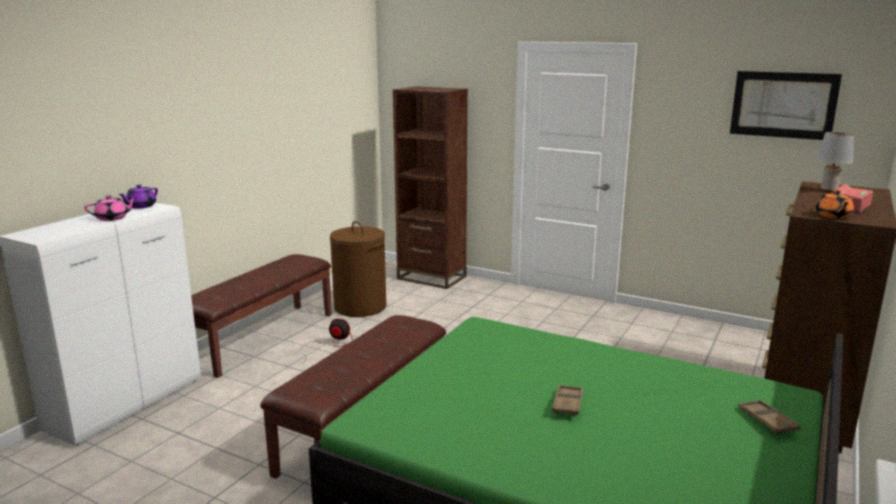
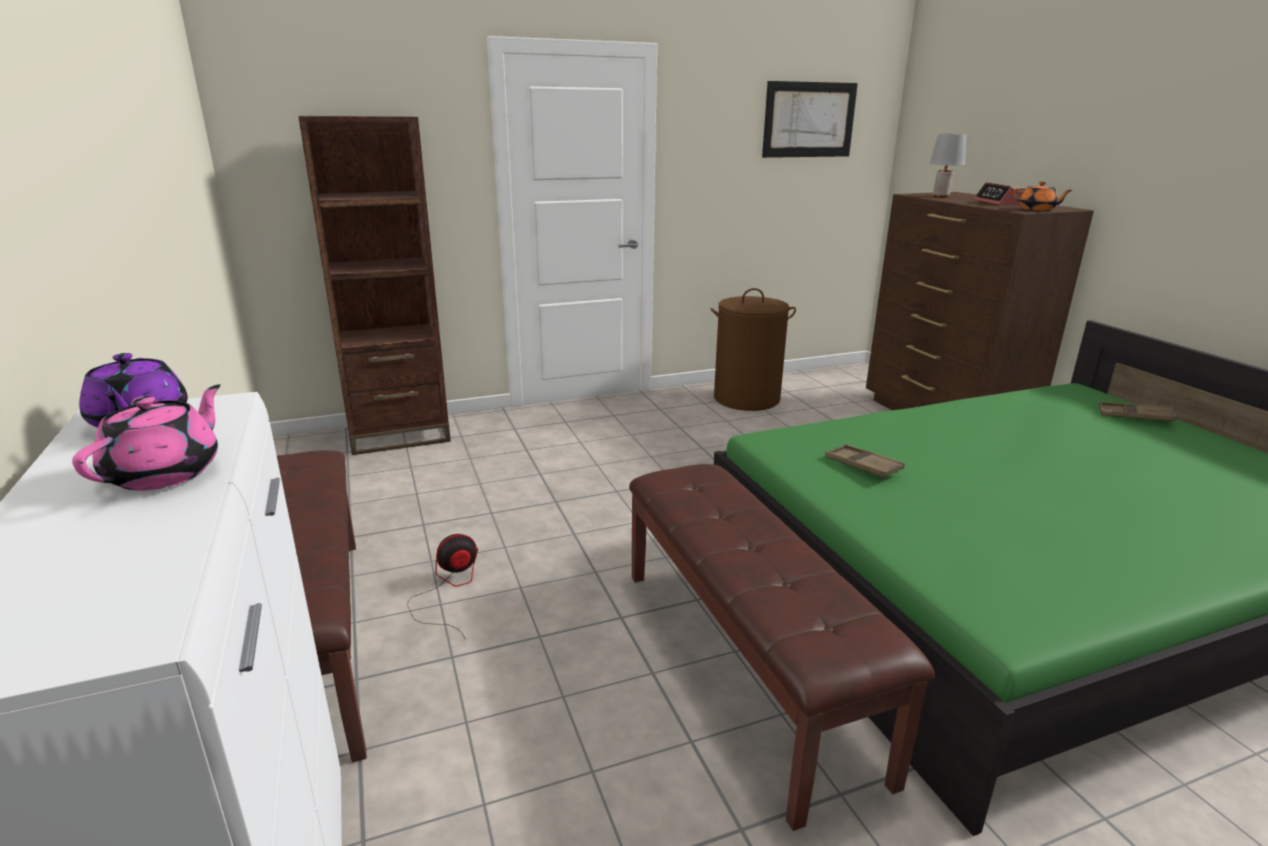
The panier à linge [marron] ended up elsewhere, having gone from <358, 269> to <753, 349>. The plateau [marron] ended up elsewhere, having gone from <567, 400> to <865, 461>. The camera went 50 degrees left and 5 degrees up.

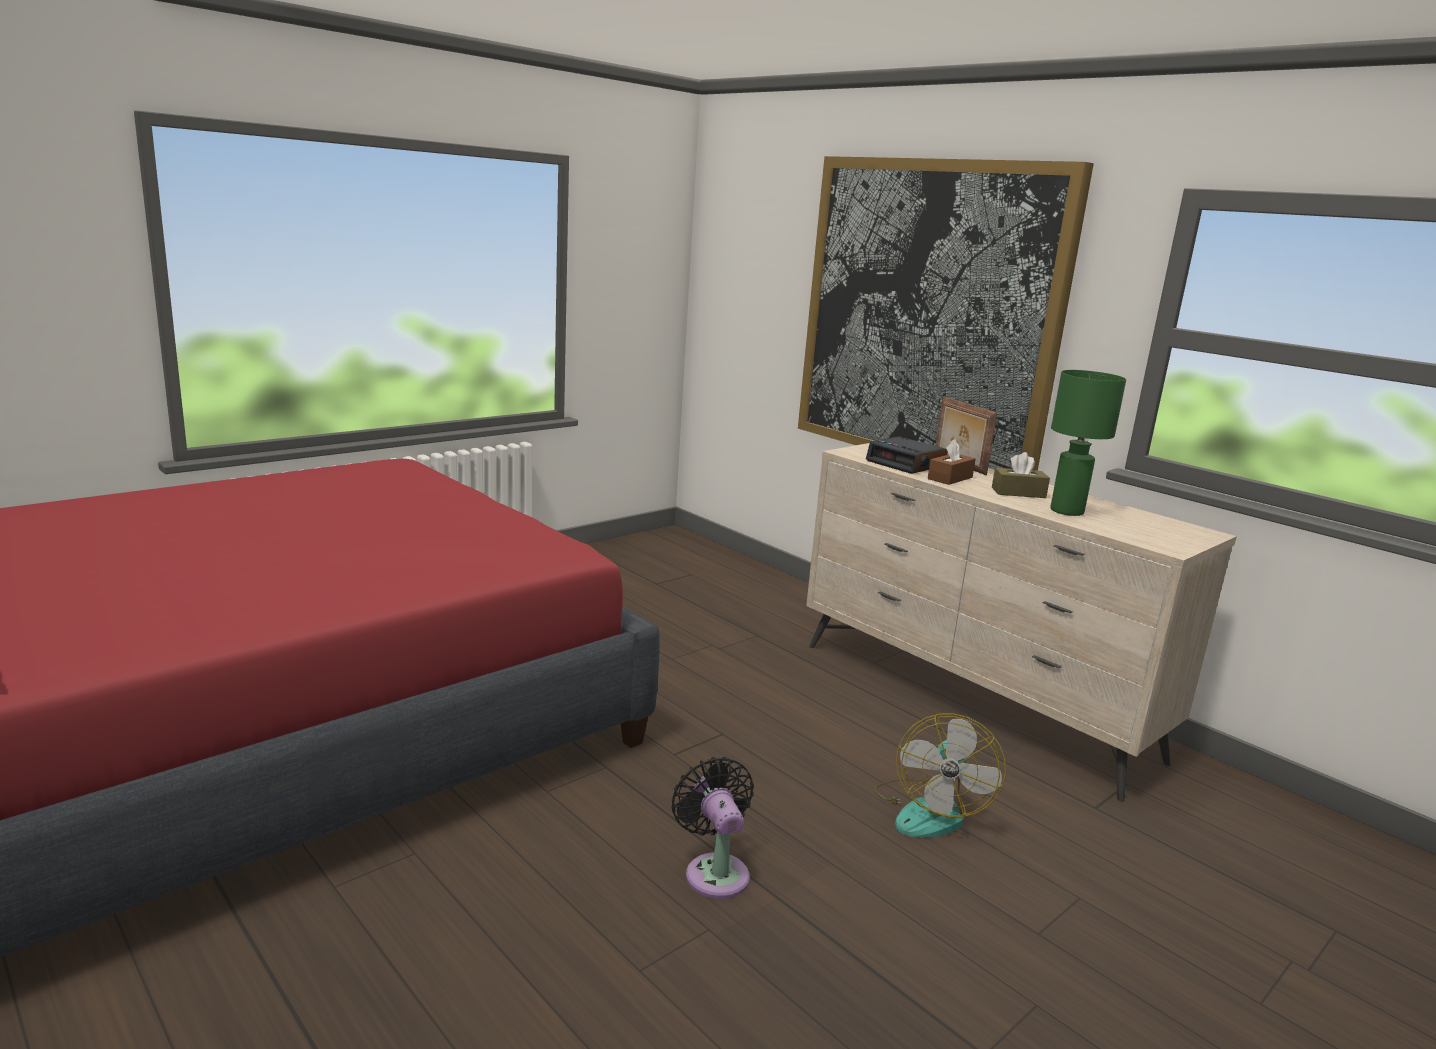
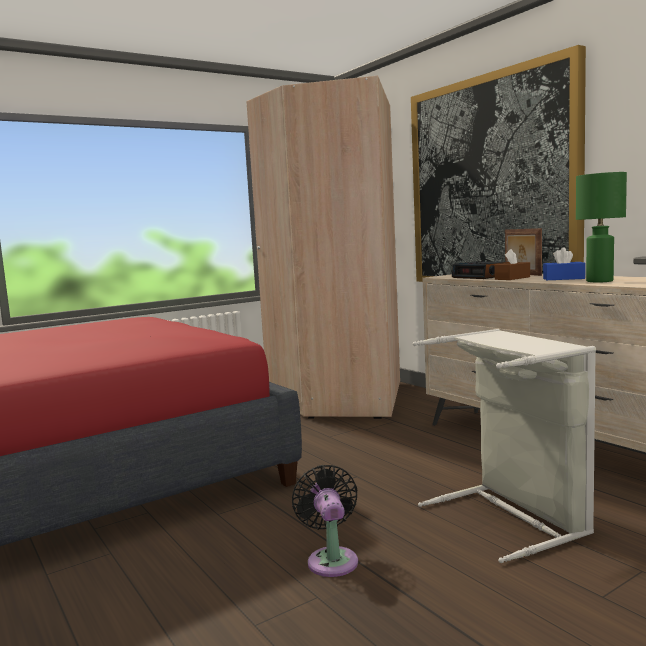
The second view gained the armoire [beige] at <323, 247>. Where the ventilateur stood at <940, 775>, the panier à linge [gris] came to stand at <504, 446>. What was the boîte à mouchoirs [marron] at <1021, 475> turned into the boîte à mouchoirs [bleu] at <564, 263>. The camera went 10 degrees right and 10 degrees down.

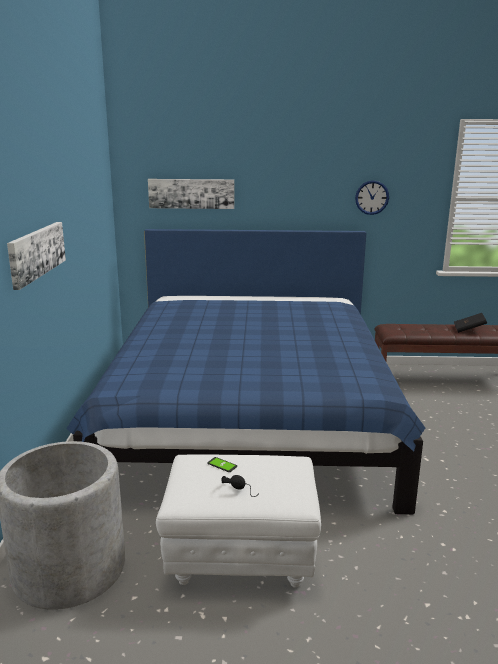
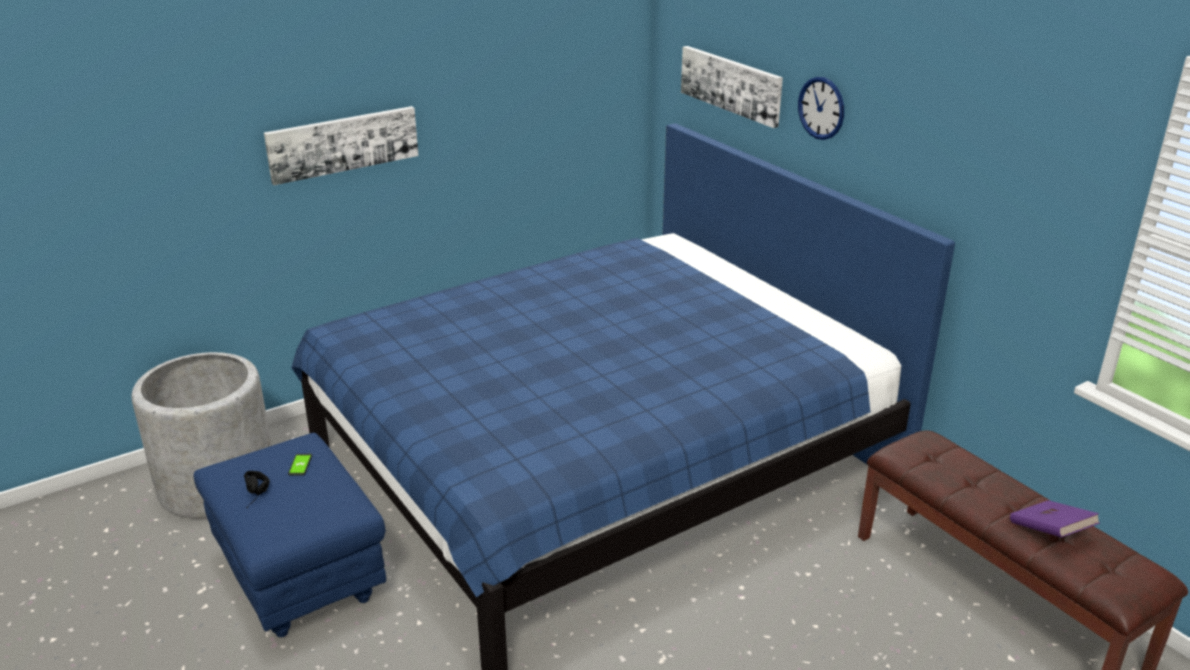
What was the pouf [blanc] at <238, 521> turned into the pouf [bleu] at <290, 535>. The horloge murale ended up elsewhere, having gone from <372, 197> to <821, 108>. What was the livre [noir] at <470, 323> turned into the livre [violet] at <1055, 518>. The camera went 55 degrees right and 10 degrees up.

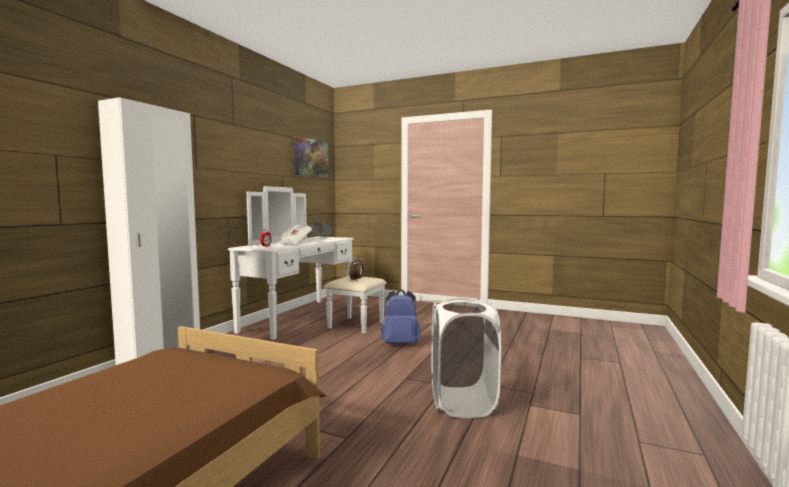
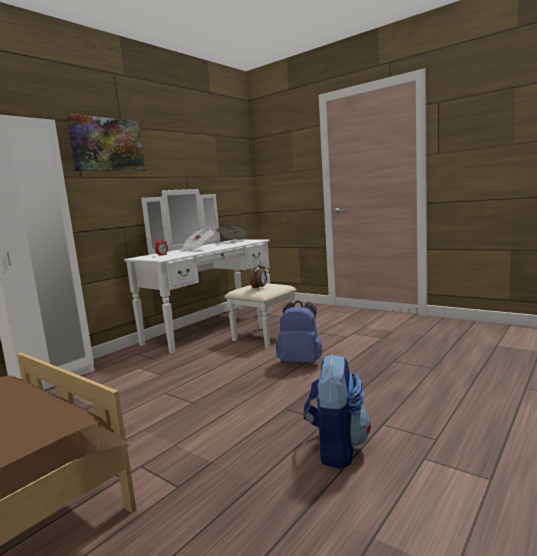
The tableau ended up elsewhere, having gone from <311, 157> to <105, 142>. Where the panier à linge [blanc] stood at <466, 358>, the sac à dos came to stand at <337, 411>. The camera went 15 degrees right and 5 degrees up.

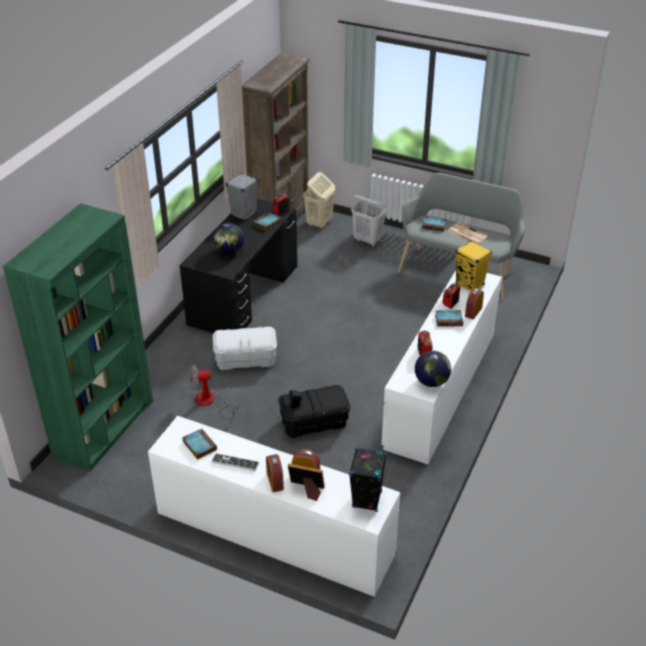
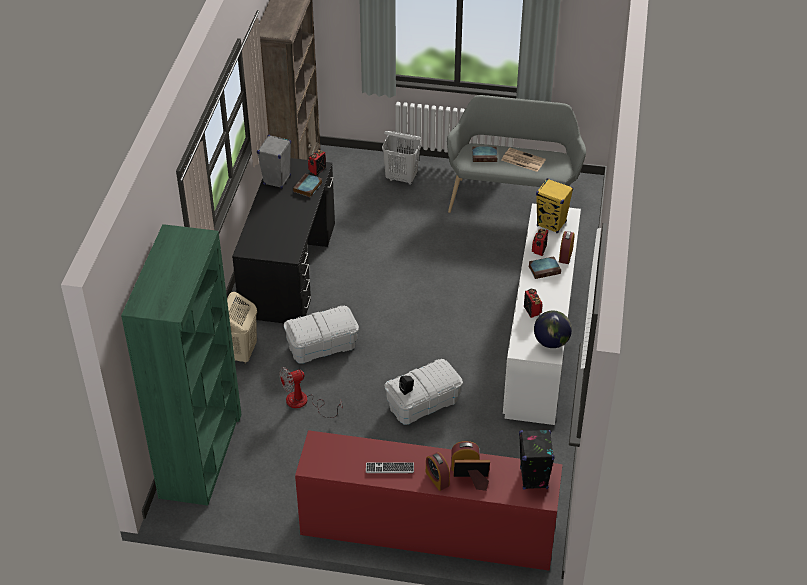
The panier à linge [beige] ended up elsewhere, having gone from <319, 201> to <242, 328>. What was the commode [blanc] at <274, 506> turned into the commode [rouge] at <429, 500>. What was the boîte de rangement [noir] at <314, 411> turned into the boîte de rangement [blanc] at <423, 392>. The second view lost the livre at <199, 444>. The second view lost the globe at <228, 238>. The camera went 15 degrees left and 5 degrees up.

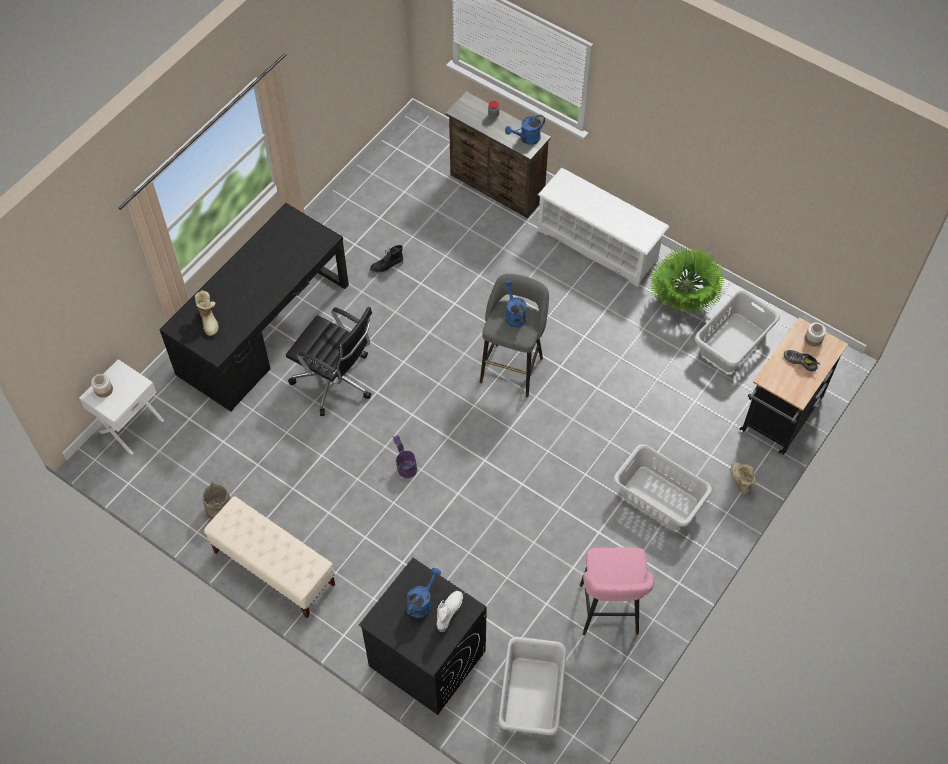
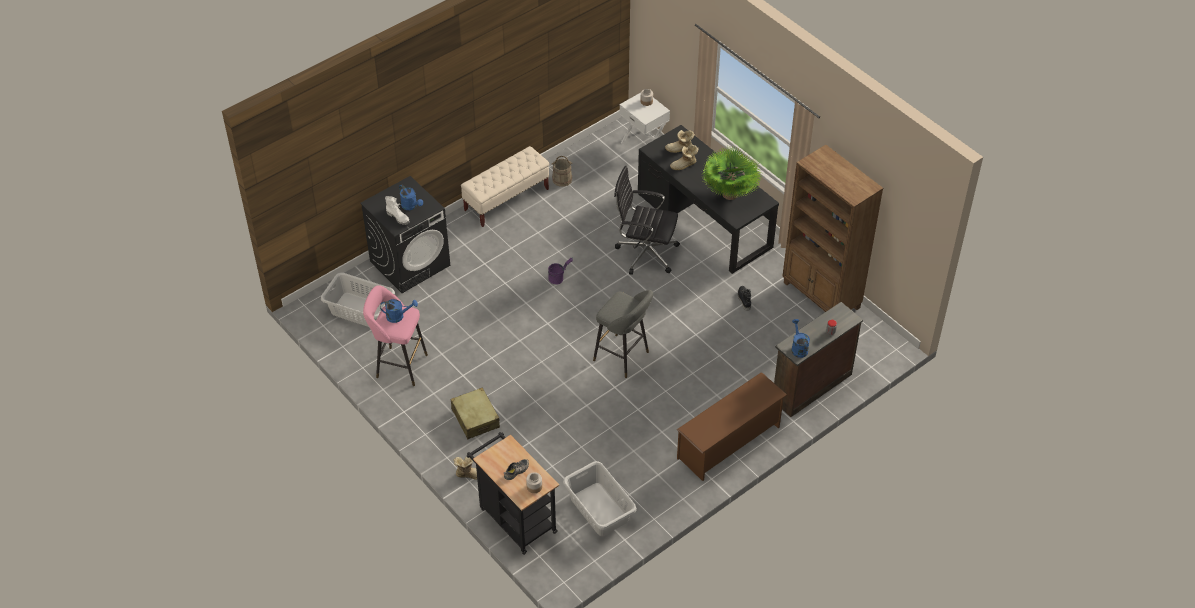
The arrosoir [bleu] ended up elsewhere, having gone from <515, 304> to <399, 311>. Where the panier à linge [gris] stood at <662, 487>, the valise [beige] came to stand at <475, 413>. The chaise de bureau [noir] at <329, 361> ended up facing another way, 60 degrees clockwise from before. The second view gained the botte at <684, 157>. What was the étagère à chaussures [blanc] at <603, 227> turned into the étagère à chaussures [marron] at <732, 426>. The plante en pot ended up elsewhere, having gone from <687, 280> to <731, 173>. The second view gained the bibliothèque [marron] at <833, 228>. The camera went 105 degrees right and 10 degrees down.

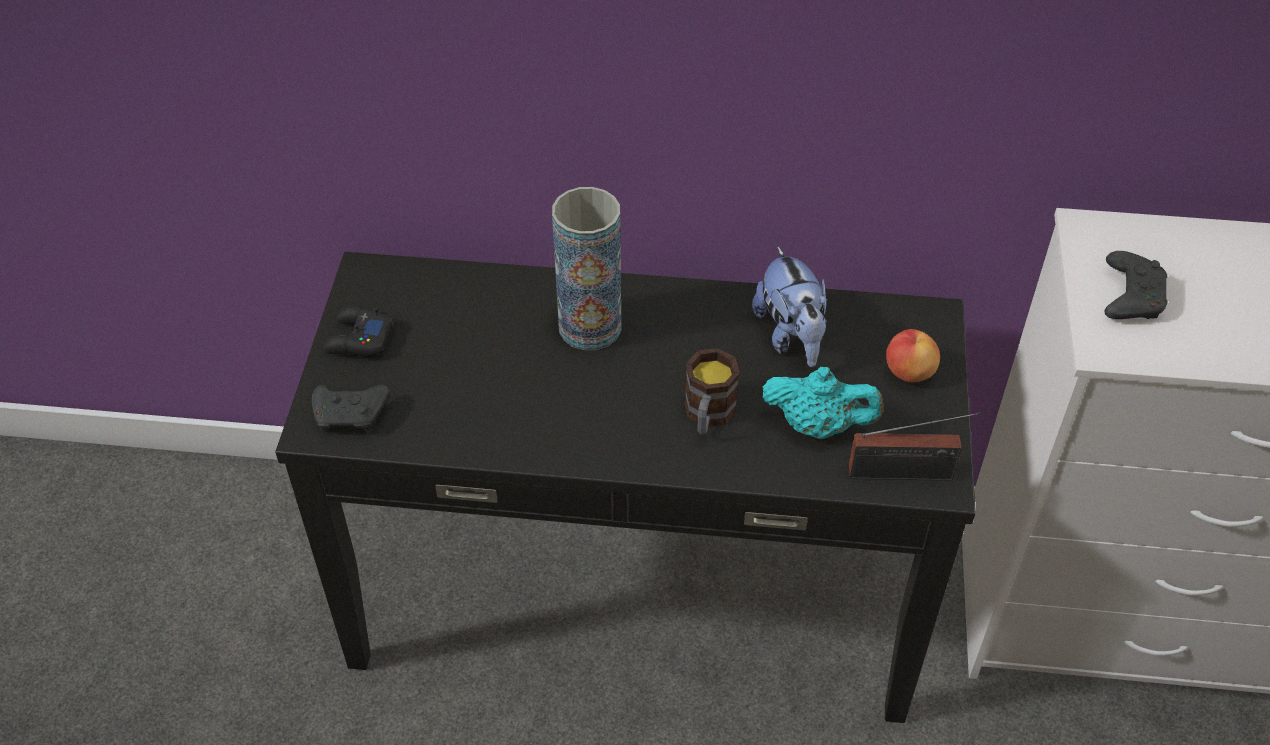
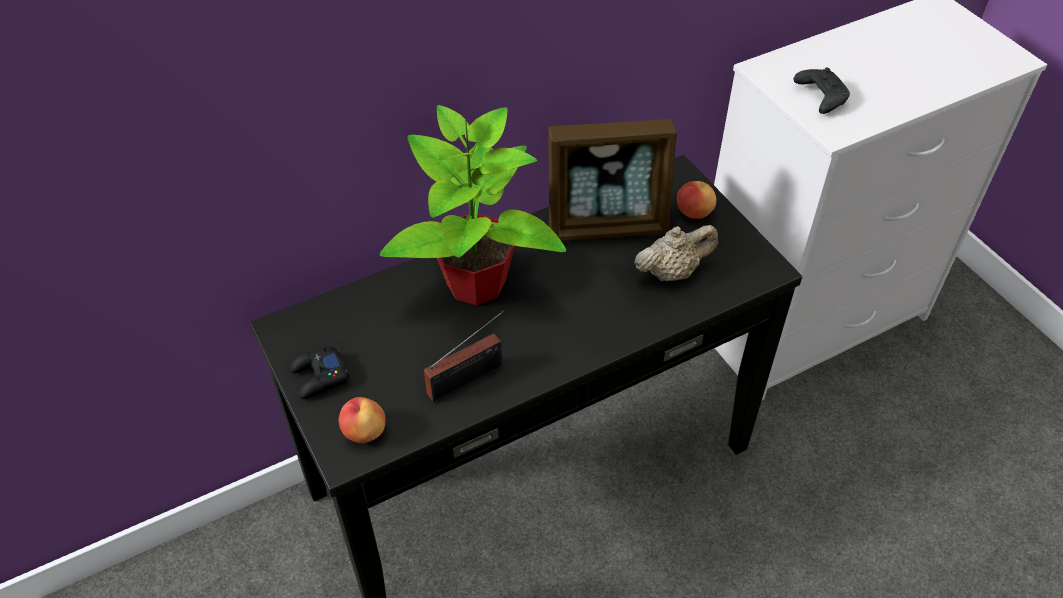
Where the manette [noir] stood at <351, 408>, the pomme came to stand at <361, 420>. Where the vase stood at <586, 268>, the plante en pot came to stand at <473, 205>. The radio ended up elsewhere, having gone from <915, 446> to <464, 356>. Where the peluche stood at <789, 306>, the cadre photo came to stand at <612, 180>. What was the théière [turquoise] at <823, 403> turned into the théière [beige] at <676, 253>. The second view lost the mug at <712, 391>. The camera went 35 degrees left and 0 degrees up.

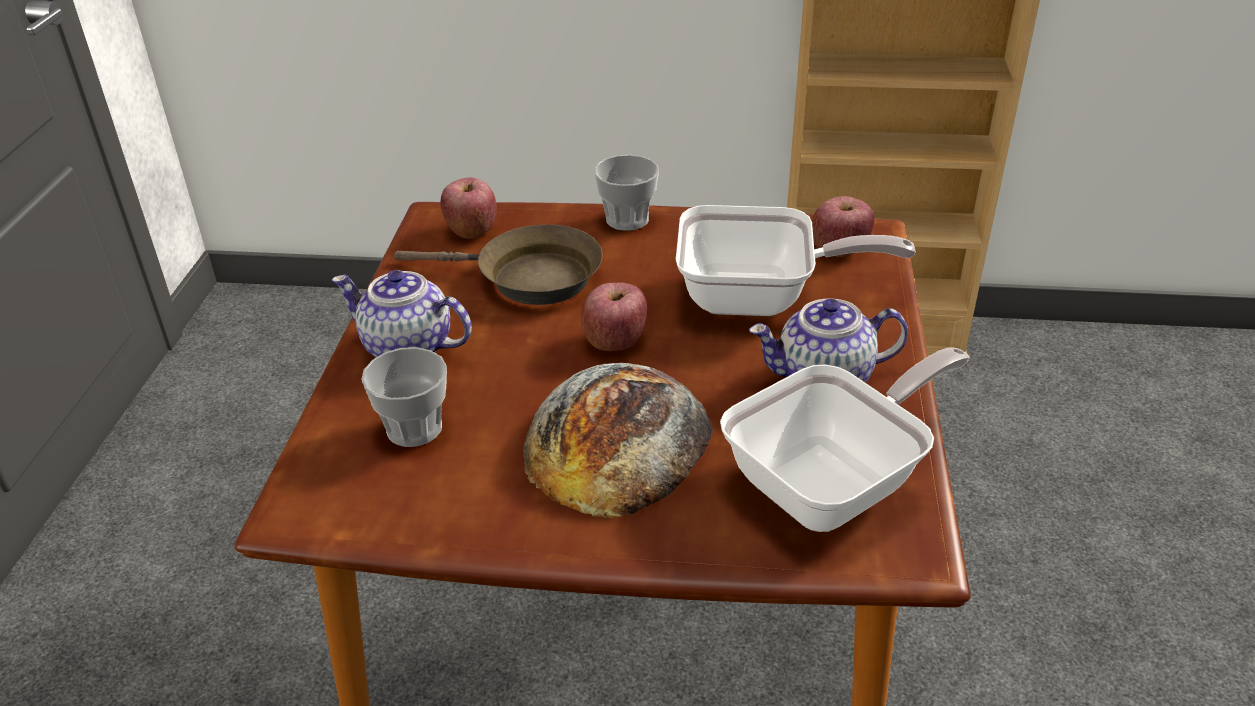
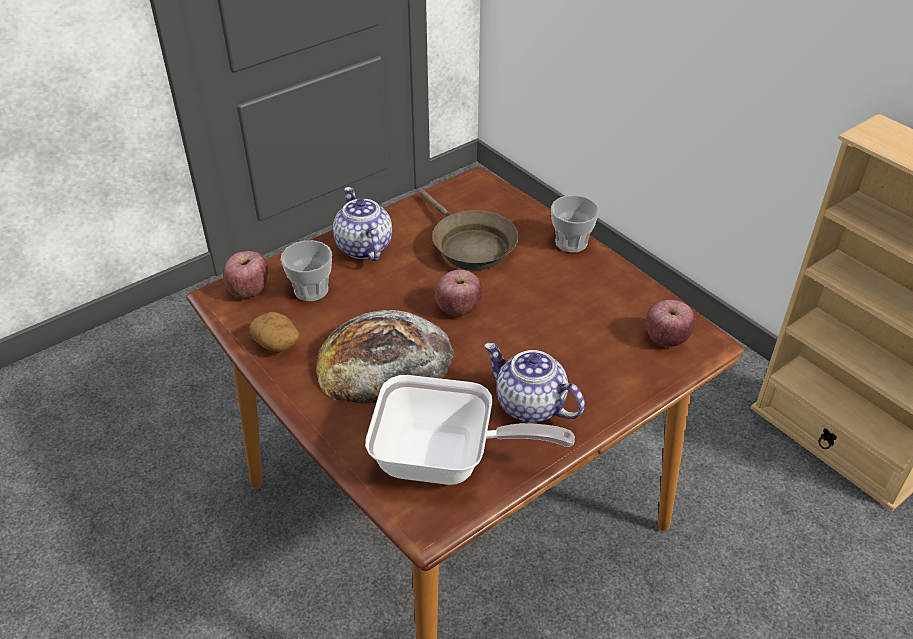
The pomme ended up elsewhere, having gone from <468, 208> to <245, 274>. The second view gained the pomme de terre at <274, 332>. The second view lost the poêle at <796, 260>. The camera went 45 degrees right and 5 degrees up.

